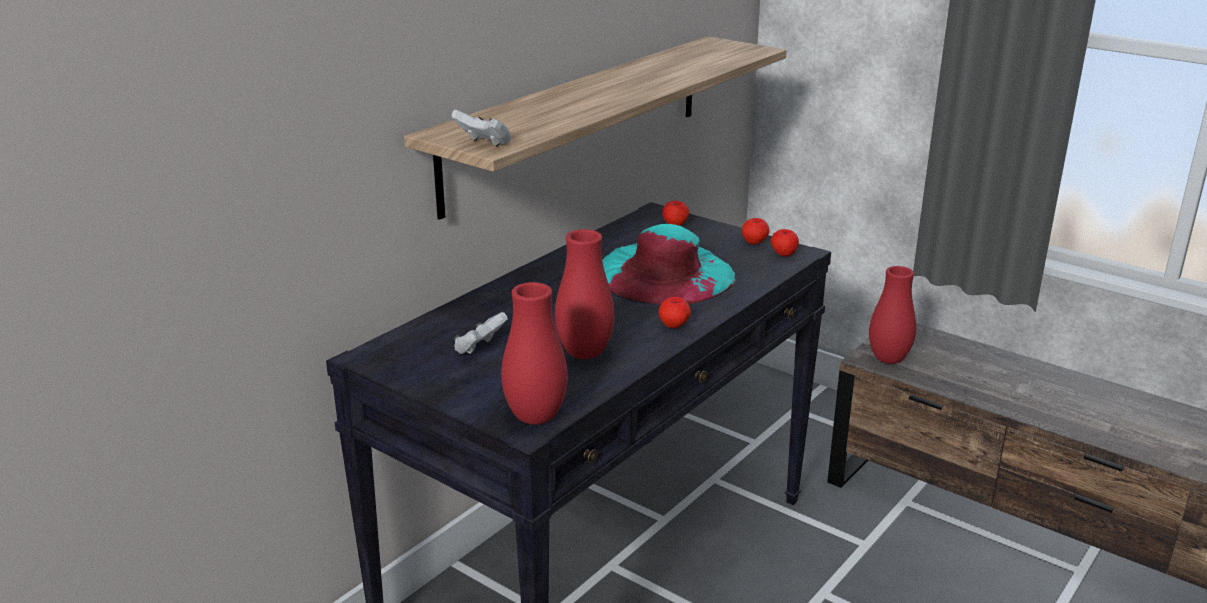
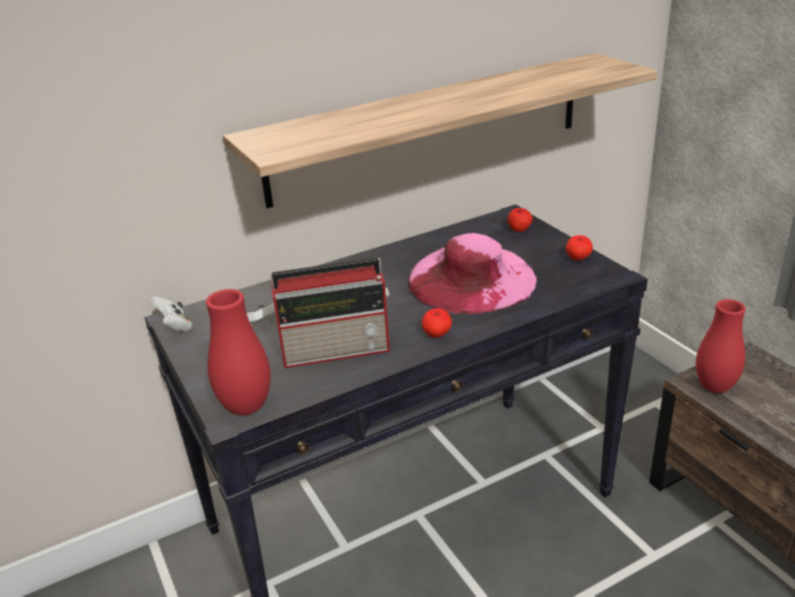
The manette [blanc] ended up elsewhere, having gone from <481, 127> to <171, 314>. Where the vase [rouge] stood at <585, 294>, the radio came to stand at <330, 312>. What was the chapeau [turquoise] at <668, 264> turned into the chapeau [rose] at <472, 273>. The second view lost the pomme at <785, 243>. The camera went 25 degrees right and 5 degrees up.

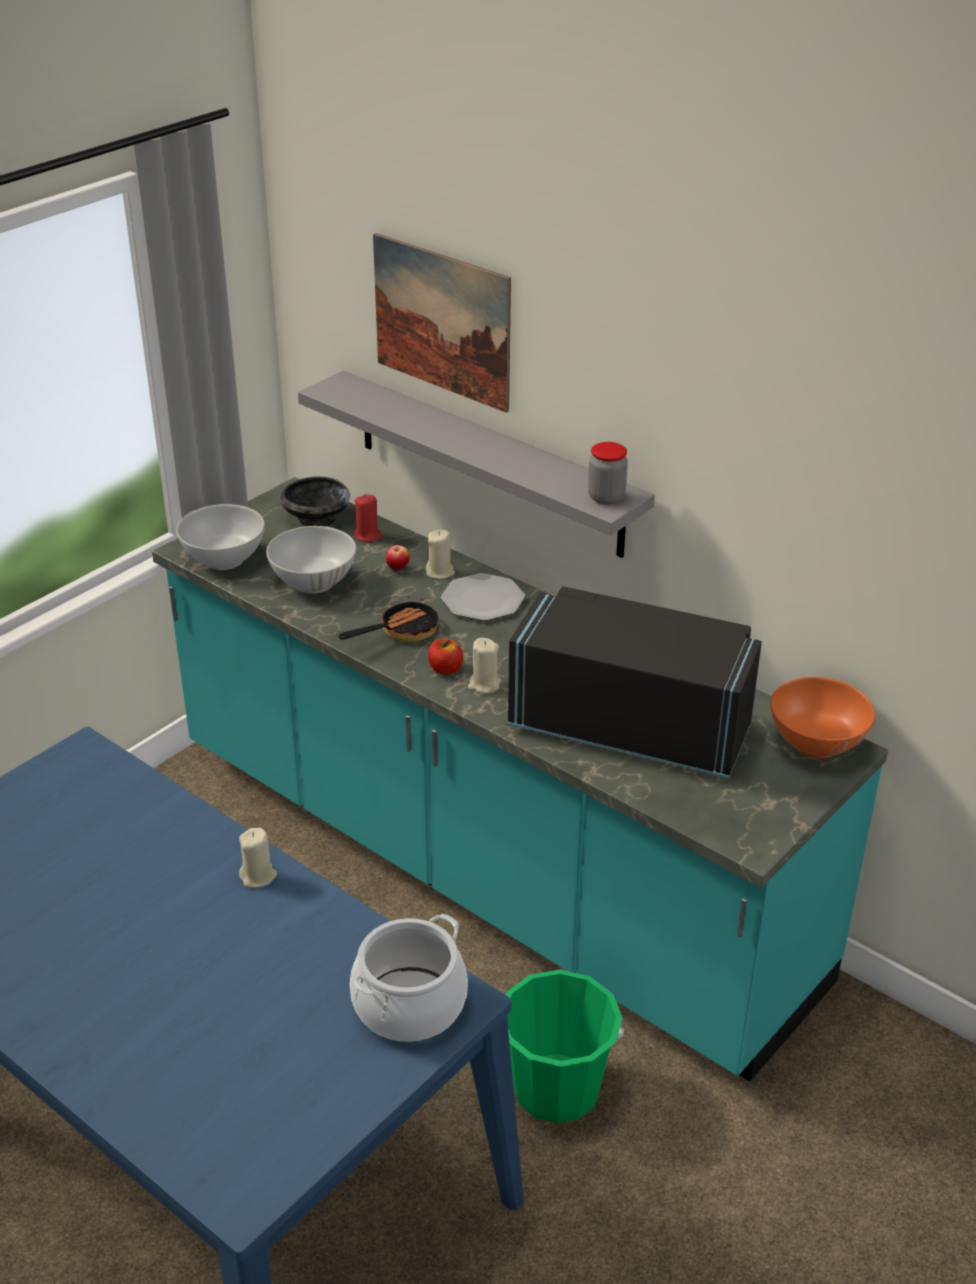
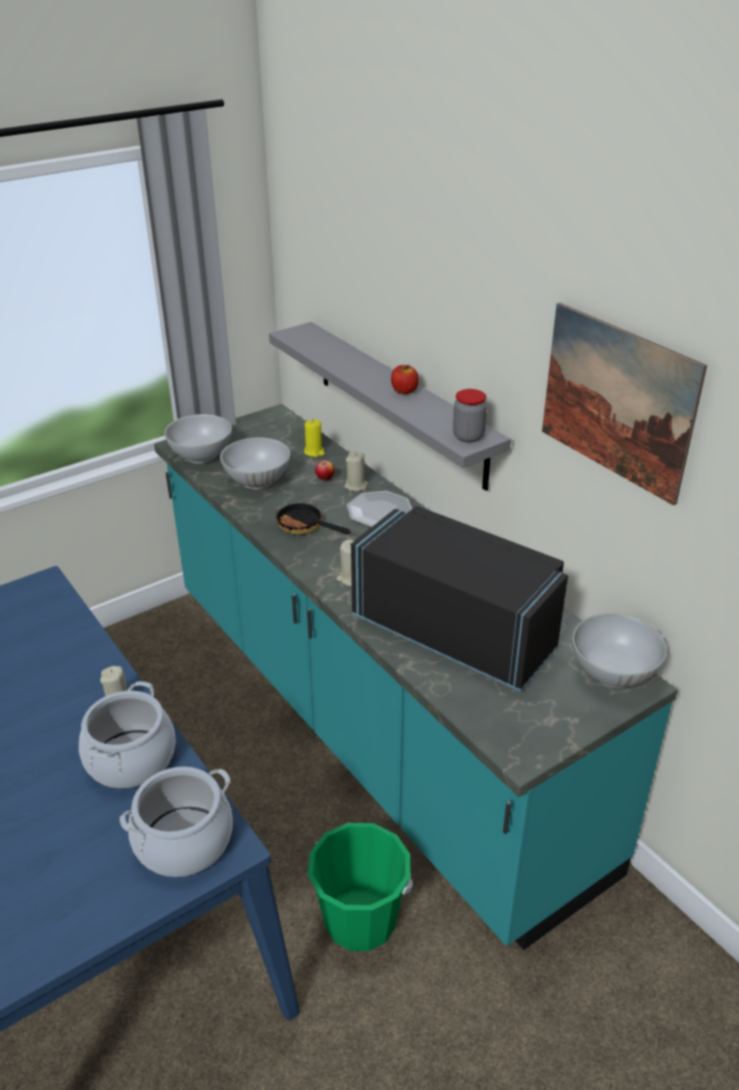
The second view gained the marmite at <127, 734>. The poêle at <388, 619> ended up facing another way, 120 degrees counterclockwise from before. What was the bougie [rouge] at <368, 518> turned into the bougie [jaune] at <314, 438>. The pomme ended up elsewhere, having gone from <445, 656> to <405, 379>. The tableau ended up elsewhere, having gone from <442, 323> to <624, 404>. What was the bol [orange] at <822, 717> turned into the bol [blanc] at <619, 650>. The second view lost the bol [noir] at <315, 501>. The camera went 15 degrees right and 0 degrees up.

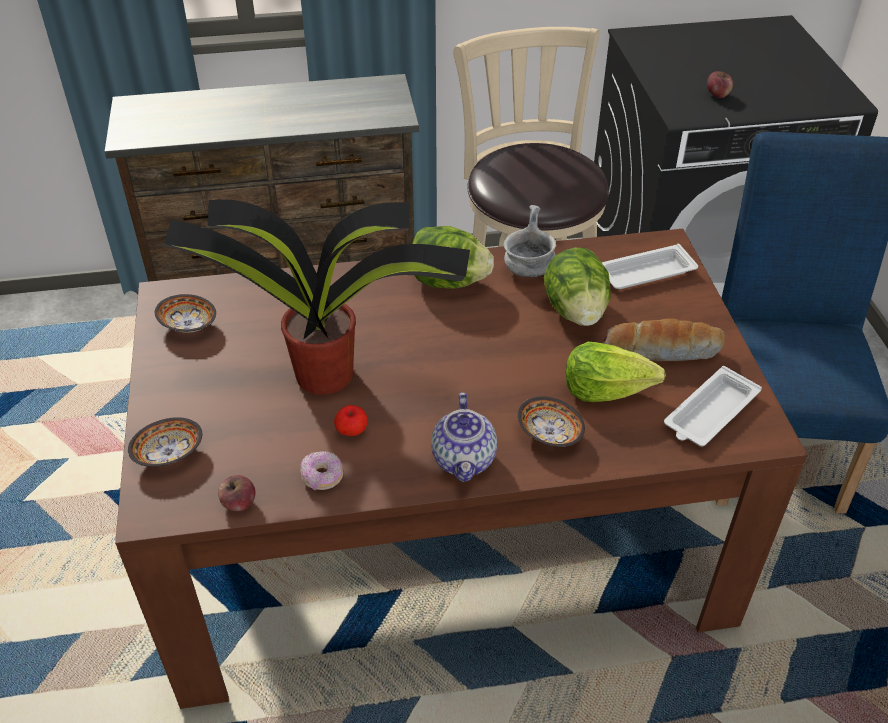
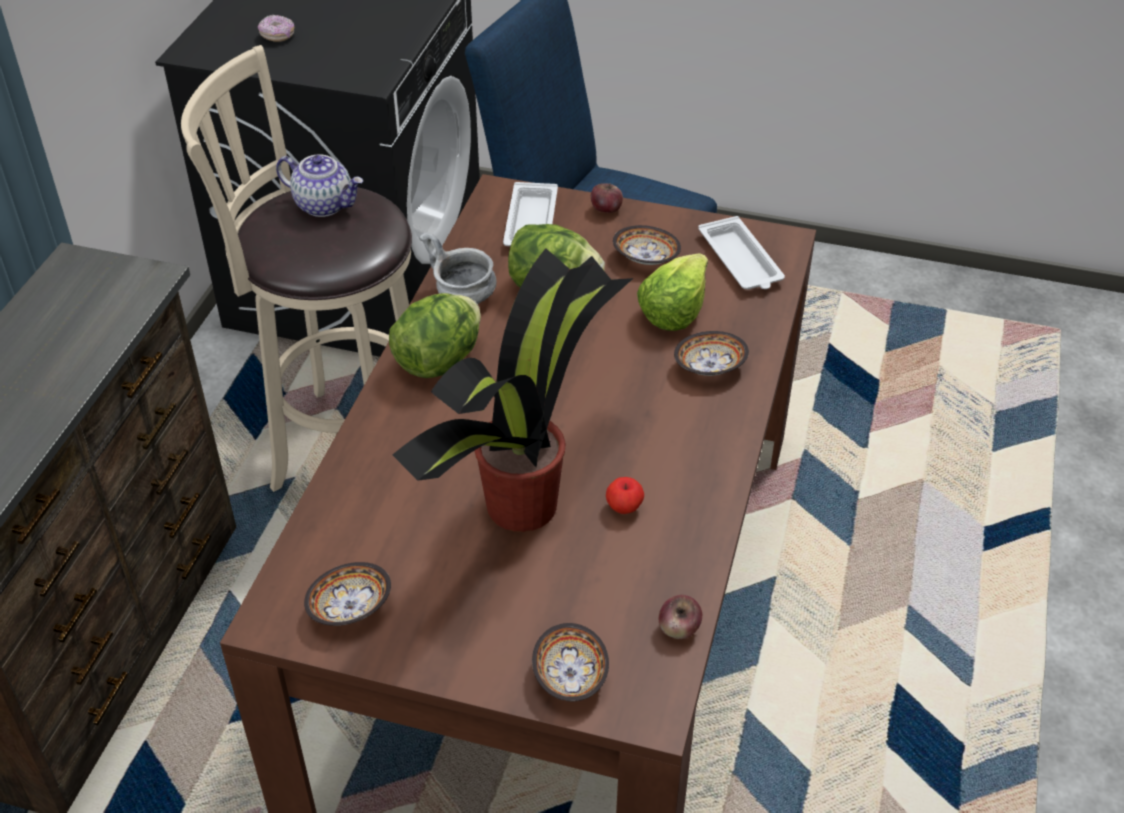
The beignet ended up elsewhere, having gone from <321, 470> to <276, 28>. The théière ended up elsewhere, having gone from <464, 437> to <319, 185>. The pomme ended up elsewhere, having gone from <720, 84> to <607, 198>. Where the pain stood at <664, 340>, the bol came to stand at <647, 245>. The camera went 65 degrees left and 0 degrees up.

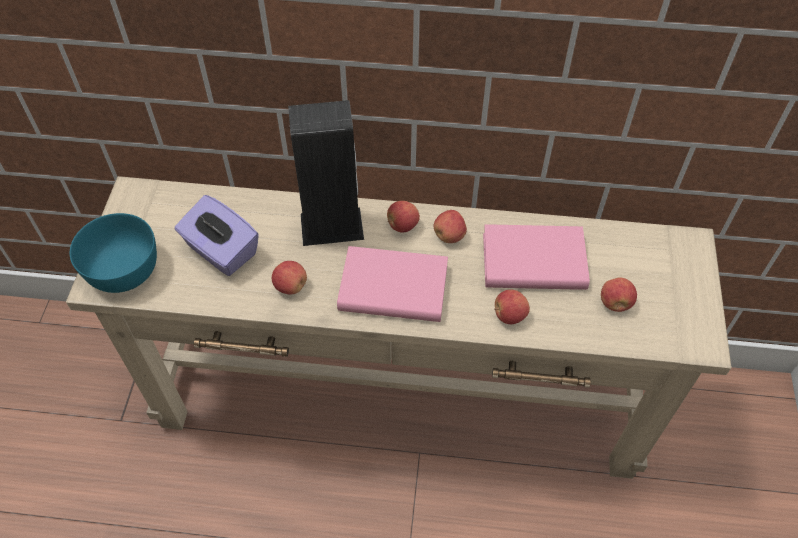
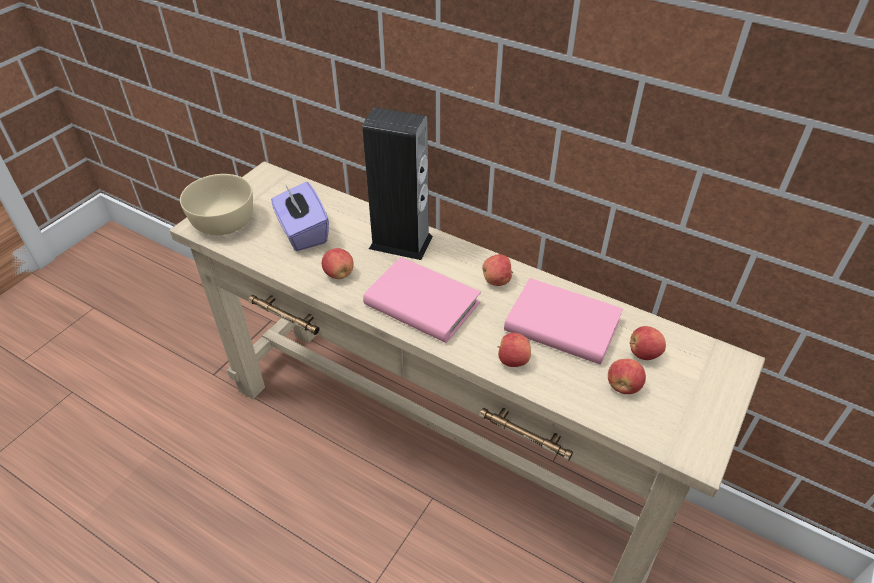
What was the bol [turquoise] at <113, 253> turned into the bol [beige] at <216, 204>. The pomme ended up elsewhere, having gone from <403, 216> to <648, 343>. The camera went 25 degrees right and 10 degrees down.

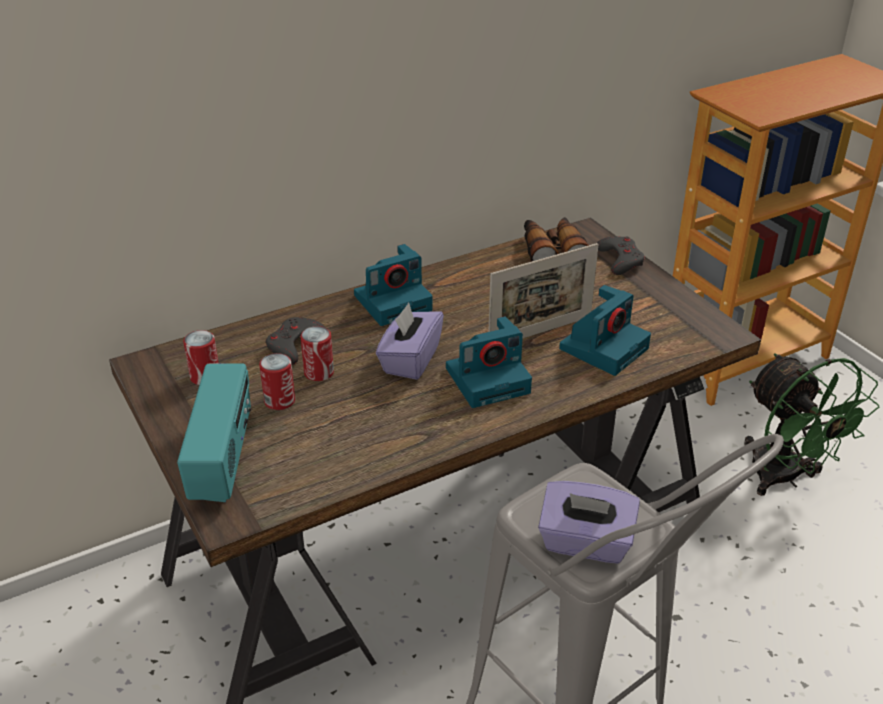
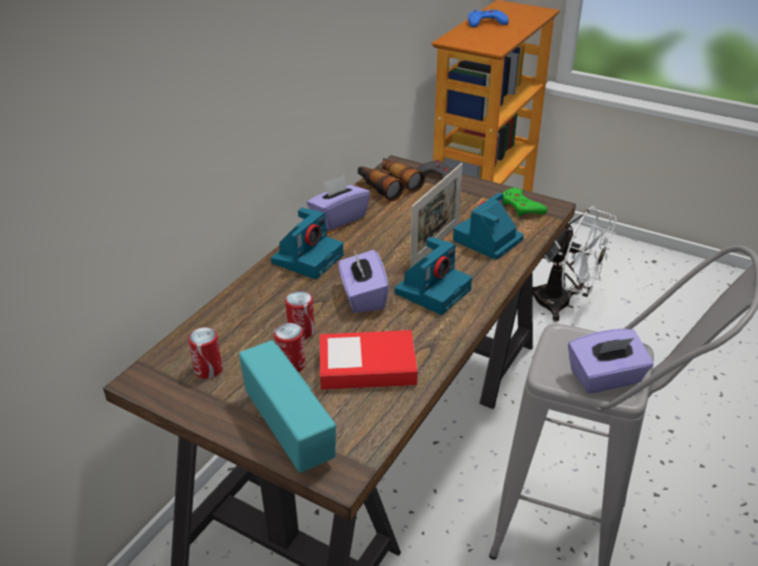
The second view gained the boîte à mouchoirs [violet] at <338, 203>. The second view gained the livre at <369, 360>. The appareil photo at <605, 330> ended up facing another way, 150 degrees counterclockwise from before. The second view gained the manette [bleu] at <488, 18>. The second view gained the manette [vert] at <525, 202>. What was the ventilateur [vert] at <811, 425> turned into the ventilateur [blanc] at <574, 264>. The second view lost the manette [gris] at <296, 341>. The camera went 30 degrees left and 0 degrees up.

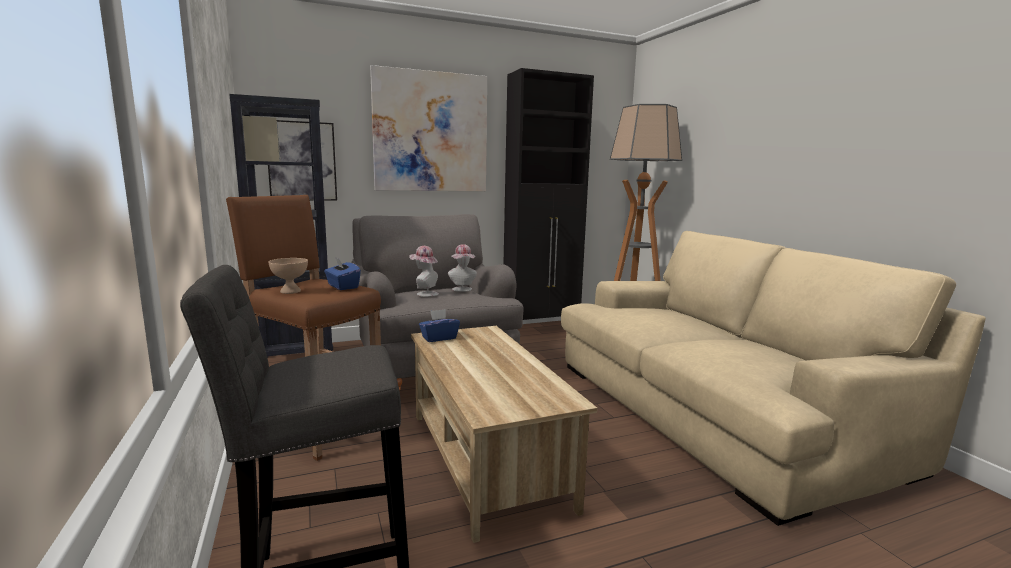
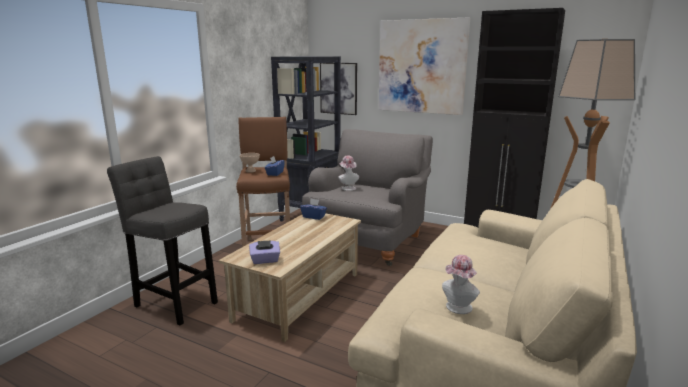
The second view gained the boîte à mouchoirs [violet] at <264, 252>. The chapeau ended up elsewhere, having gone from <462, 268> to <461, 284>. The camera went 50 degrees right and 5 degrees up.

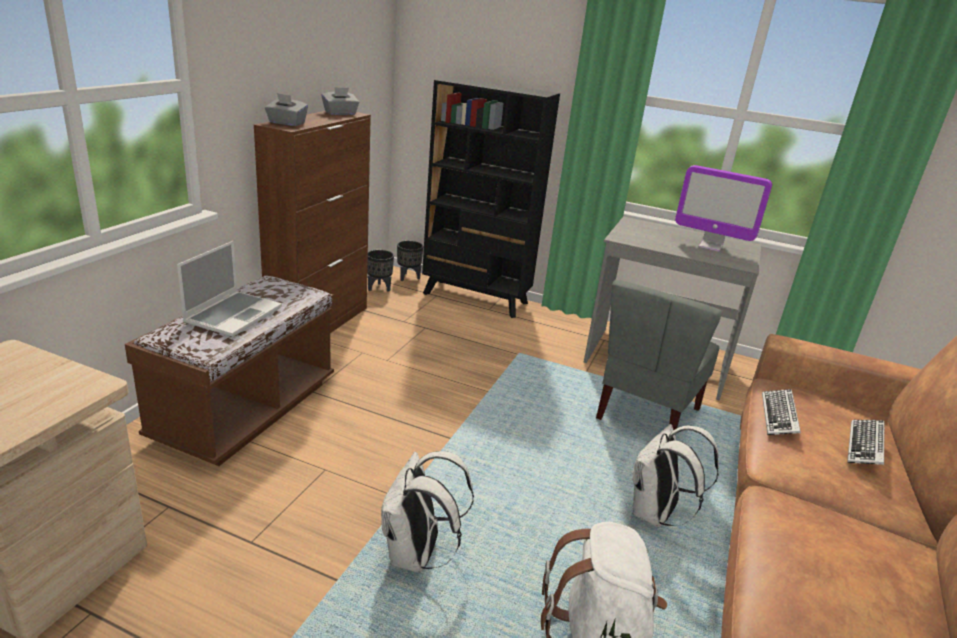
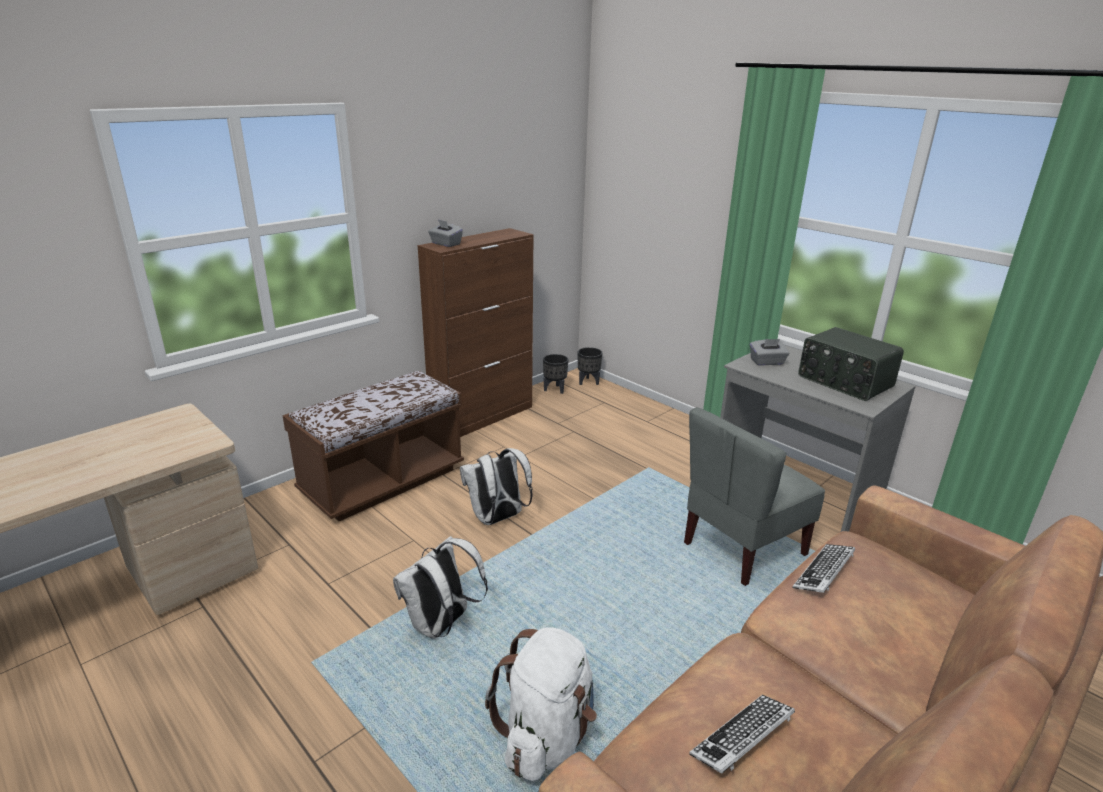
The sac à dos [blanc] ended up elsewhere, having gone from <675, 475> to <496, 486>. The clavier ended up elsewhere, having gone from <866, 442> to <742, 734>. The boîte à mouchoirs [gris] ended up elsewhere, having gone from <340, 101> to <770, 352>. Where the écran d'ordinateur stood at <723, 208>, the radio came to stand at <851, 364>. The second view lost the ordinateur portable at <229, 289>. The second view lost the bibliothèque [noir] at <491, 197>. The camera went 25 degrees right and 0 degrees up.

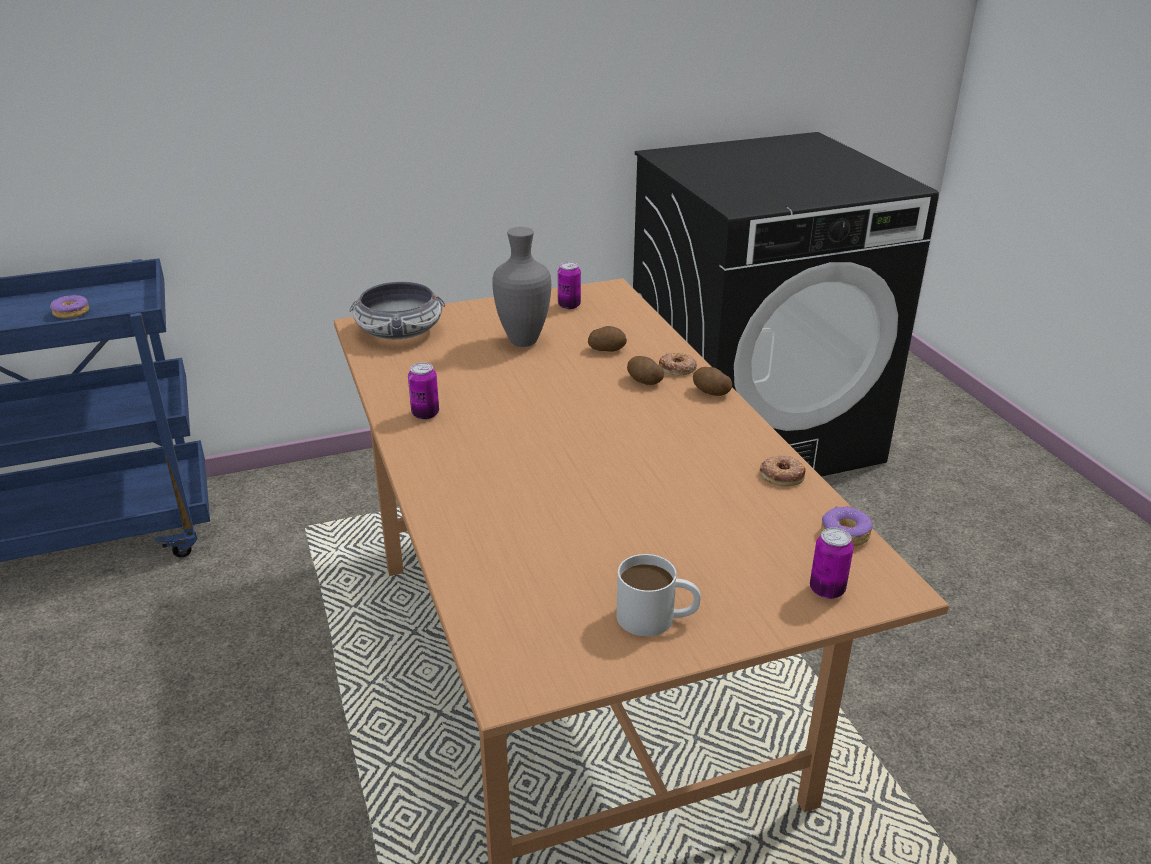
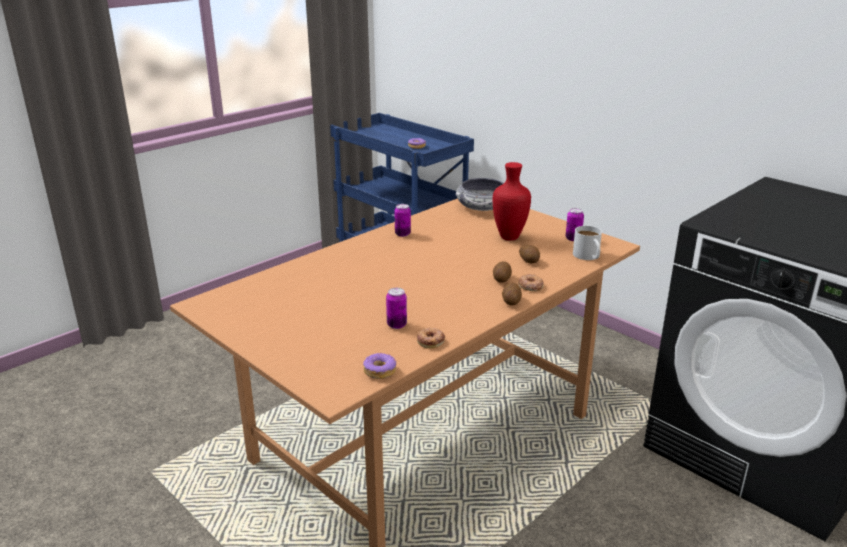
The boîte métallique ended up elsewhere, having gone from <832, 563> to <396, 308>. What was the vase [gris] at <522, 287> turned into the vase [rouge] at <512, 201>. The mug [blanc] ended up elsewhere, having gone from <659, 595> to <587, 243>. The camera went 65 degrees right and 5 degrees down.

